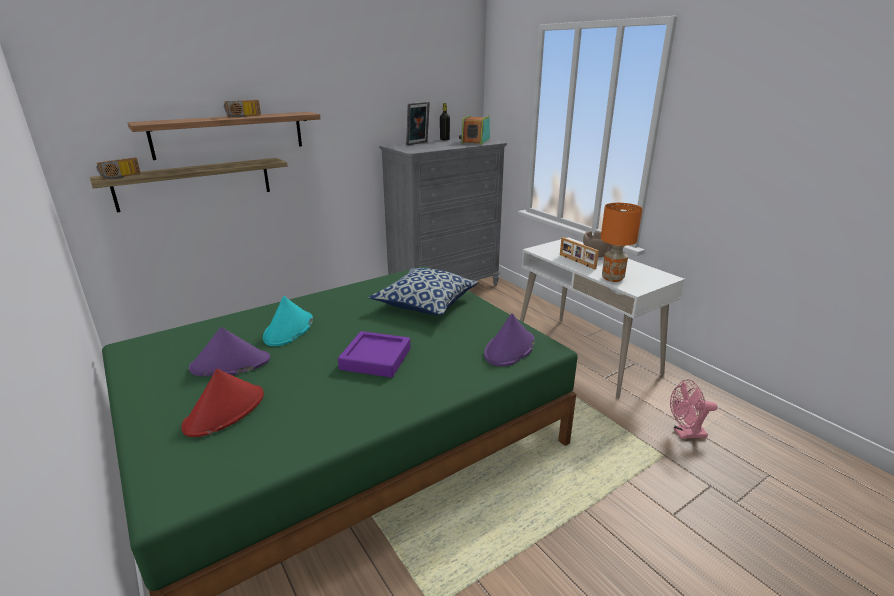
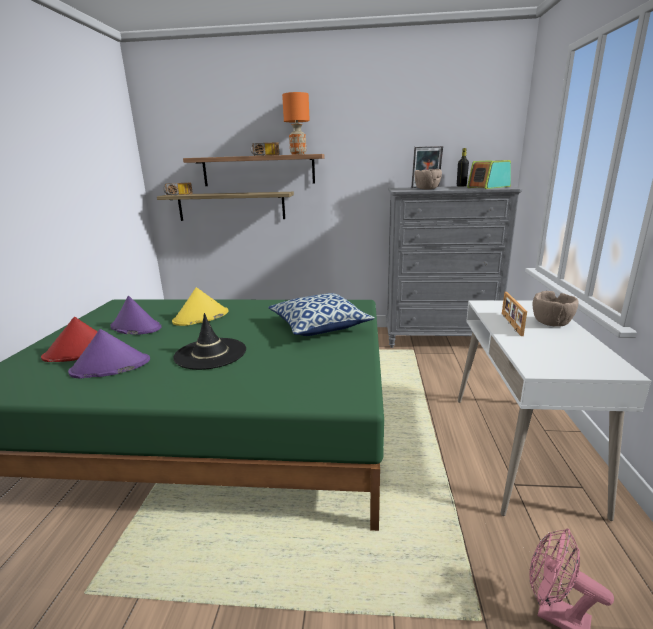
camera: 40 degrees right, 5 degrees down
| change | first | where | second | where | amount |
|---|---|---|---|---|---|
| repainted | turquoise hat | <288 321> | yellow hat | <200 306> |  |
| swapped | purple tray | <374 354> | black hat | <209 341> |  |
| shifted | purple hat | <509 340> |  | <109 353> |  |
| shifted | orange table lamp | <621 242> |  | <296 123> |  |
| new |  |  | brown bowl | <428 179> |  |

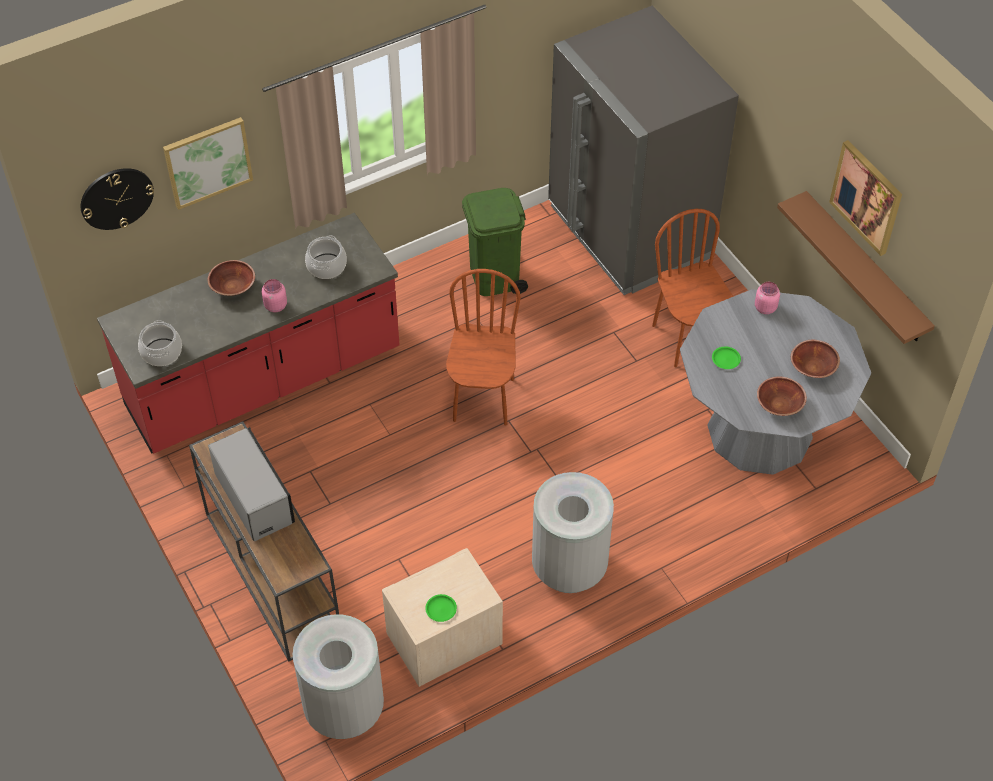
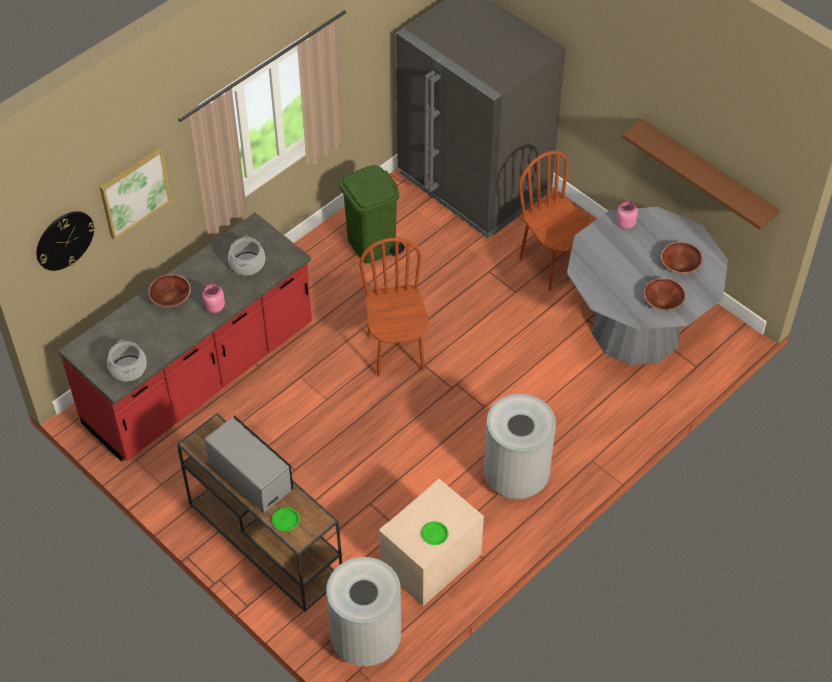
camera: 15 degrees left, 0 degrees up
| change | first | where | second | where | amount |
|---|---|---|---|---|---|
| shifted | green plate | <726 358> |  | <286 519> |  |
| gone | picture | <865 198> |  |  |  |

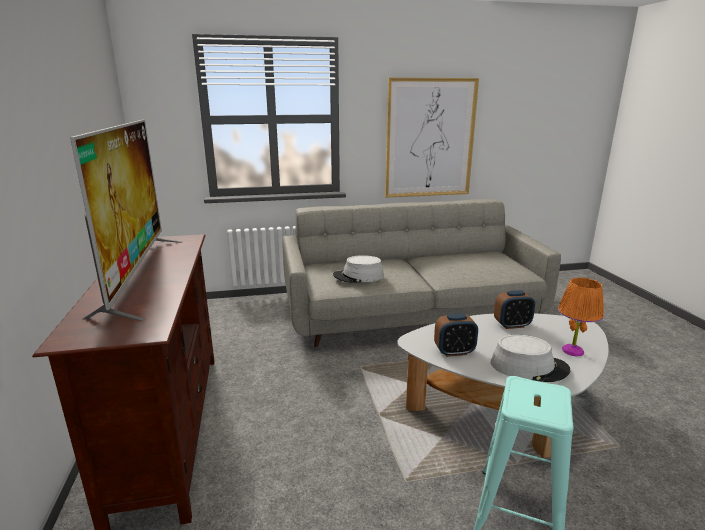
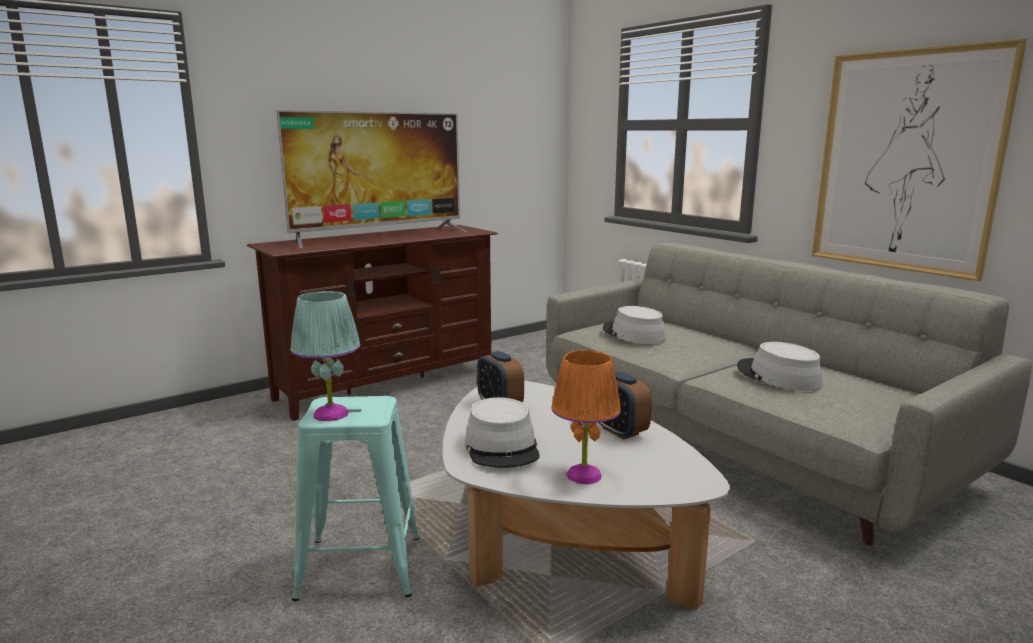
camera: 65 degrees right, 5 degrees down
| change | first | where | second | where | amount |
|---|---|---|---|---|---|
| new |  |  | turquoise table lamp | <325 356> |  |
| new |  |  | grey hat | <780 366> |  |

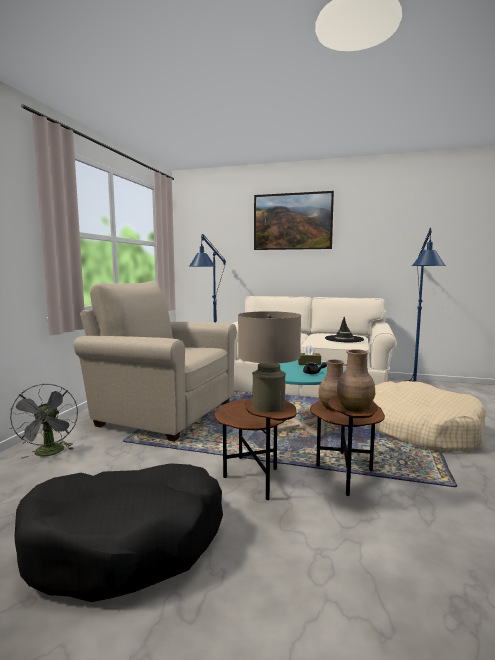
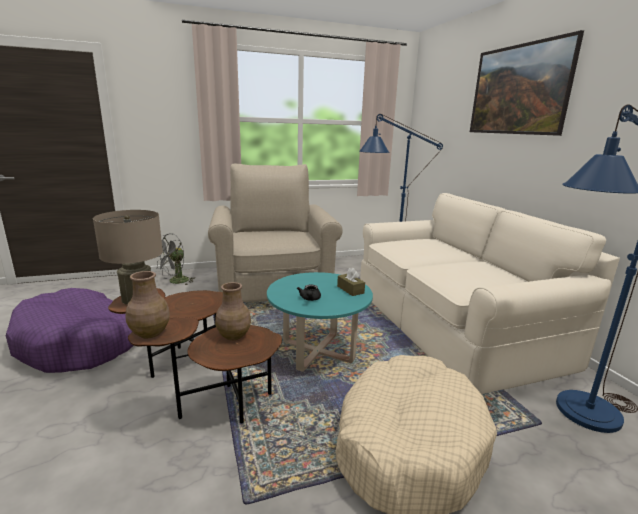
camera: 55 degrees right, 10 degrees up
| change | first | where | second | where | amount |
|---|---|---|---|---|---|
| repainted | black dog bed | <118 532> | purple dog bed | <70 330> |  |
| gone | black hat | <344 329> |  |  |  |

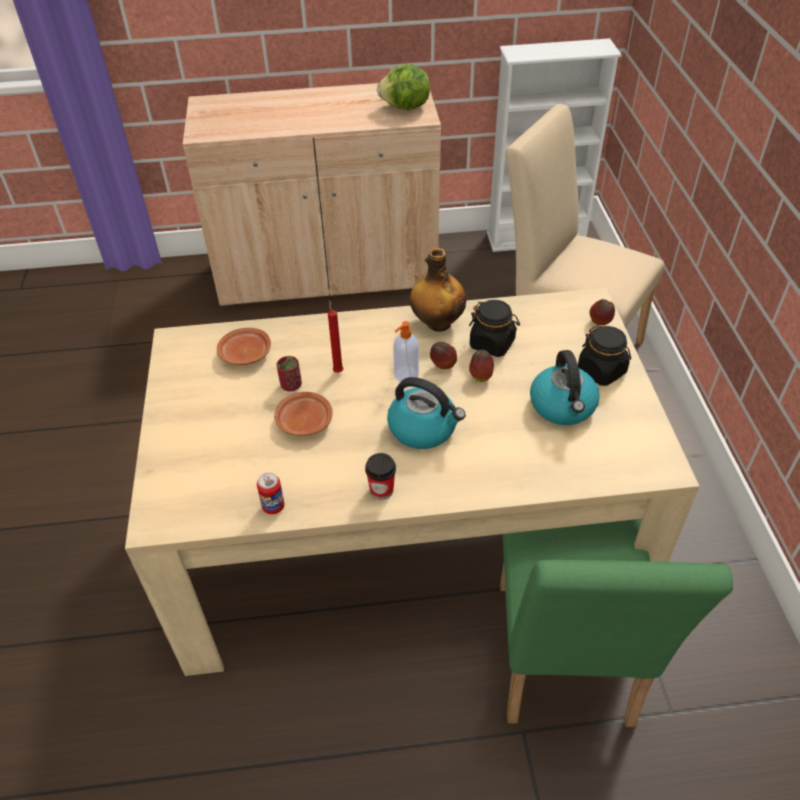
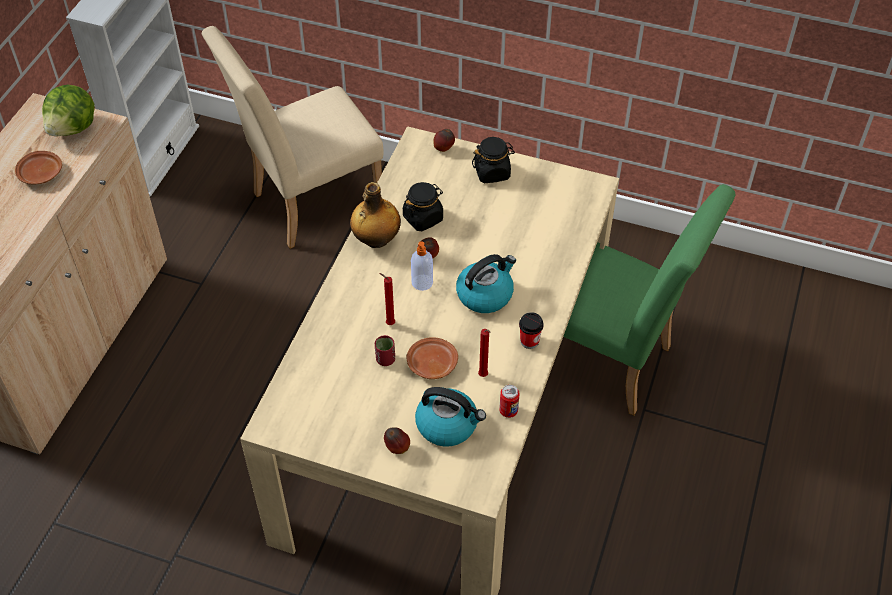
camera: 65 degrees left, 5 degrees up
| change | first | where | second | where | amount |
|---|---|---|---|---|---|
| shifted | brown plate | <244 346> |  | <38 168> |  |
| shifted | apple | <481 366> |  | <397 440> |  |
| shifted | kettle | <565 387> |  | <450 417> |  |
| new |  |  | red candle | <484 353> |  |

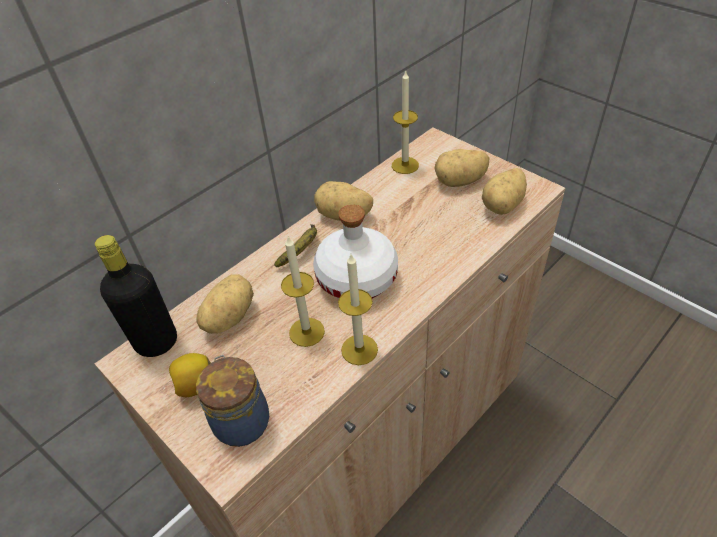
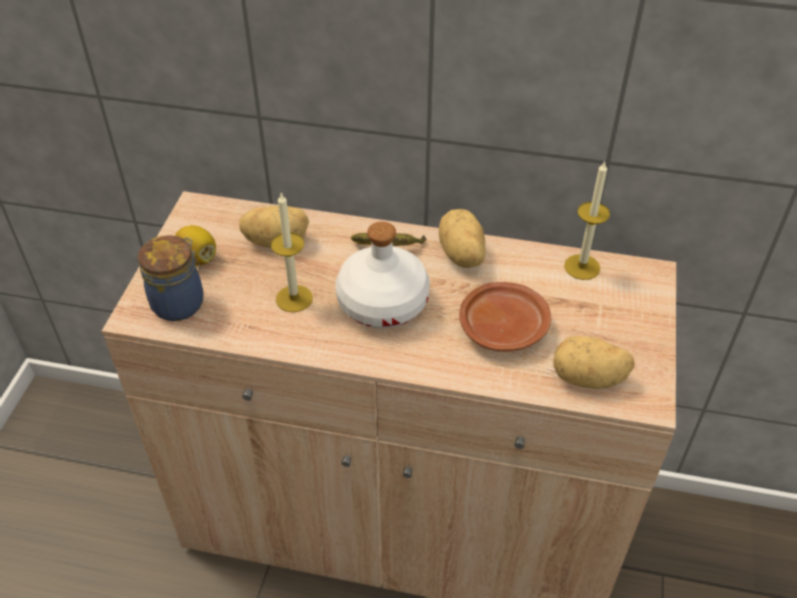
camera: 55 degrees right, 0 degrees up
| change | first | where | second | where | amount |
|---|---|---|---|---|---|
| gone | black bottle | <136 296> |  |  |  |
| gone | candle | <358 309> |  |  |  |
| gone | potato | <461 168> |  |  |  |
| new |  |  | brown plate | <505 316> |  |

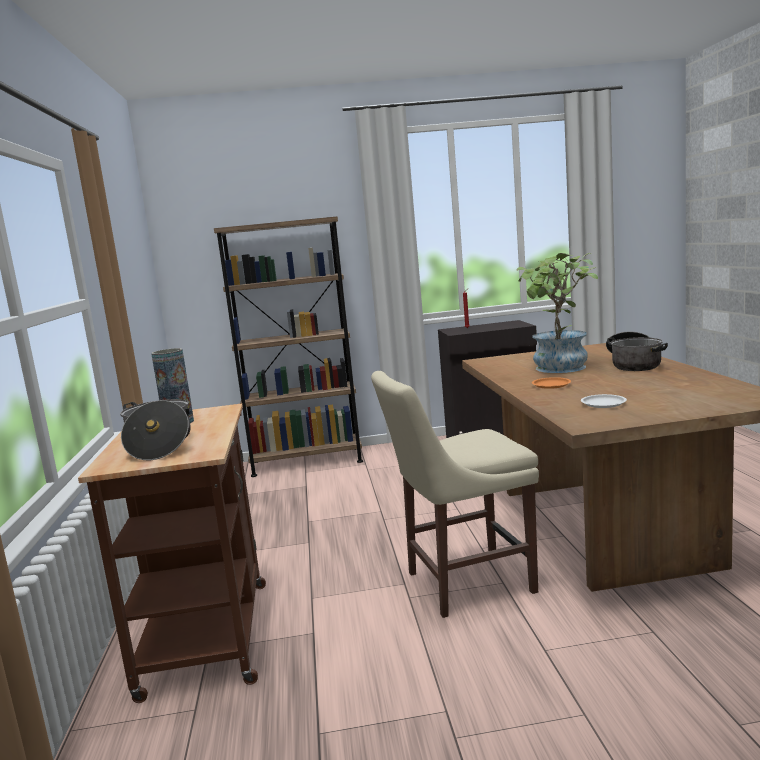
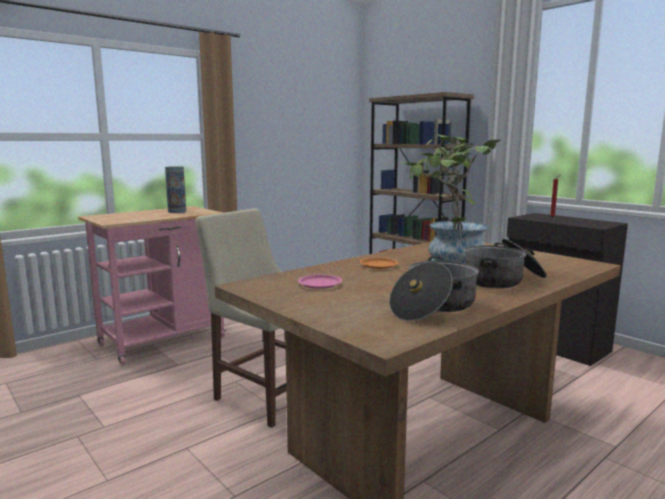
camera: 55 degrees right, 0 degrees up
| change | first | where | second | where | amount |
|---|---|---|---|---|---|
| repainted | brown cart | <172 553> | pink cart | <152 285> |  |
| shifted | cooking pot | <155 429> |  | <434 289> |  |
| repainted | white plate | <604 401> | pink plate | <320 281> |  |

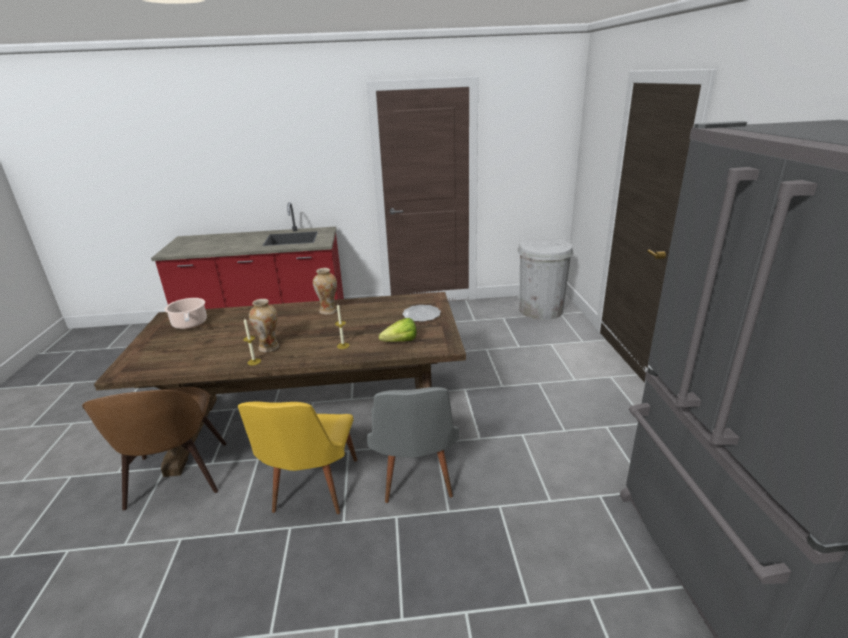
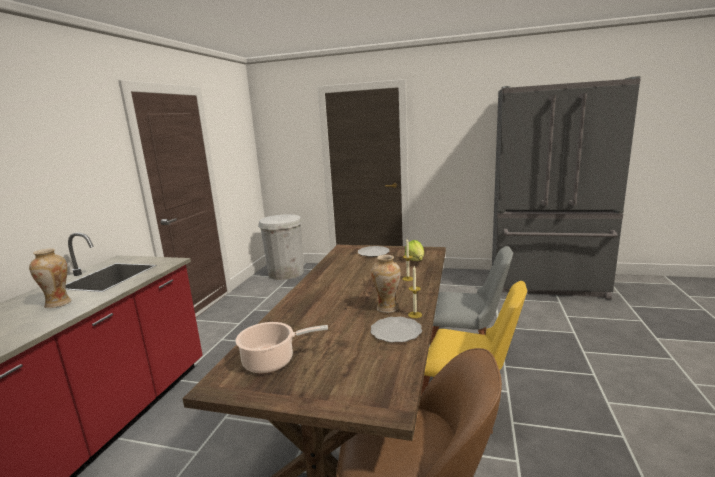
camera: 70 degrees left, 10 degrees down
| change | first | where | second | where | amount |
|---|---|---|---|---|---|
| shifted | vase | <325 291> |  | <50 278> |  |
| new |  |  | plate | <396 330> |  |

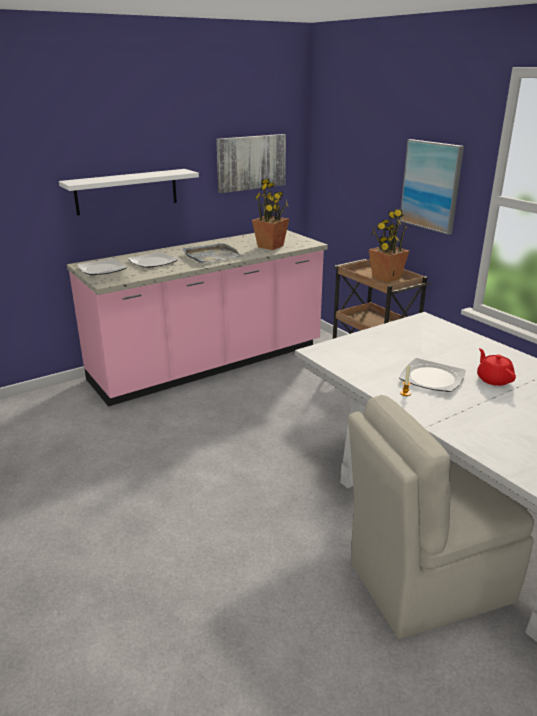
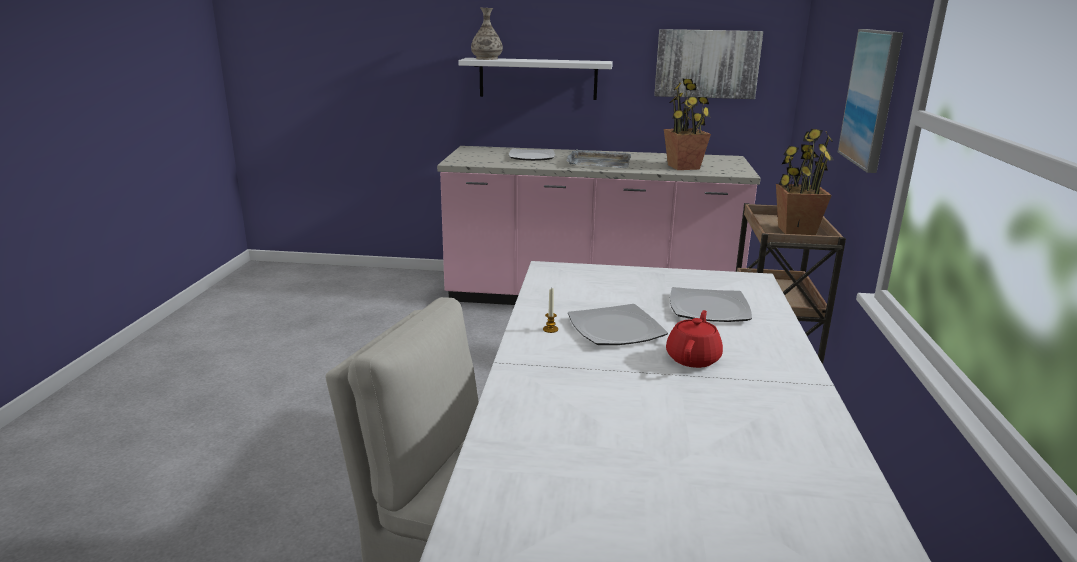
camera: 40 degrees right, 5 degrees down
| change | first | where | second | where | amount |
|---|---|---|---|---|---|
| shifted | plate | <102 266> |  | <711 304> |  |
| new |  |  | vase | <487 34> |  |

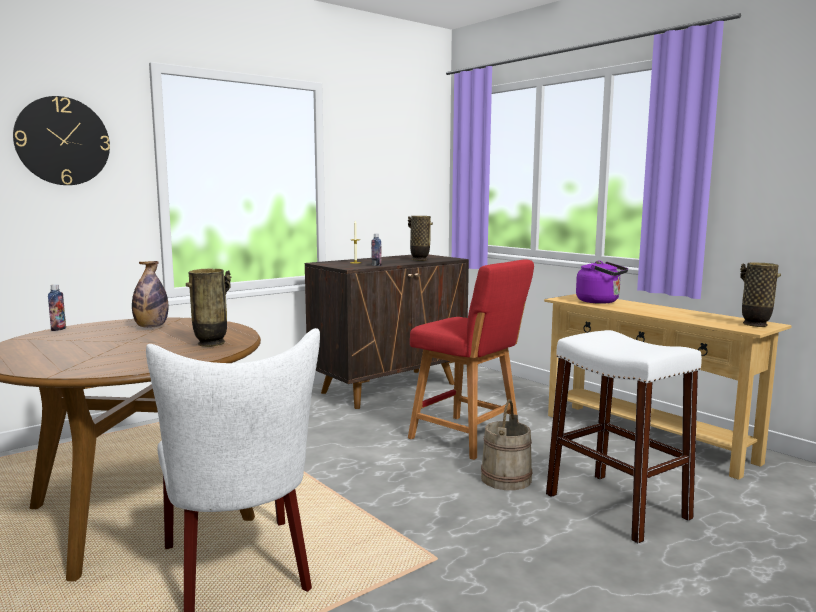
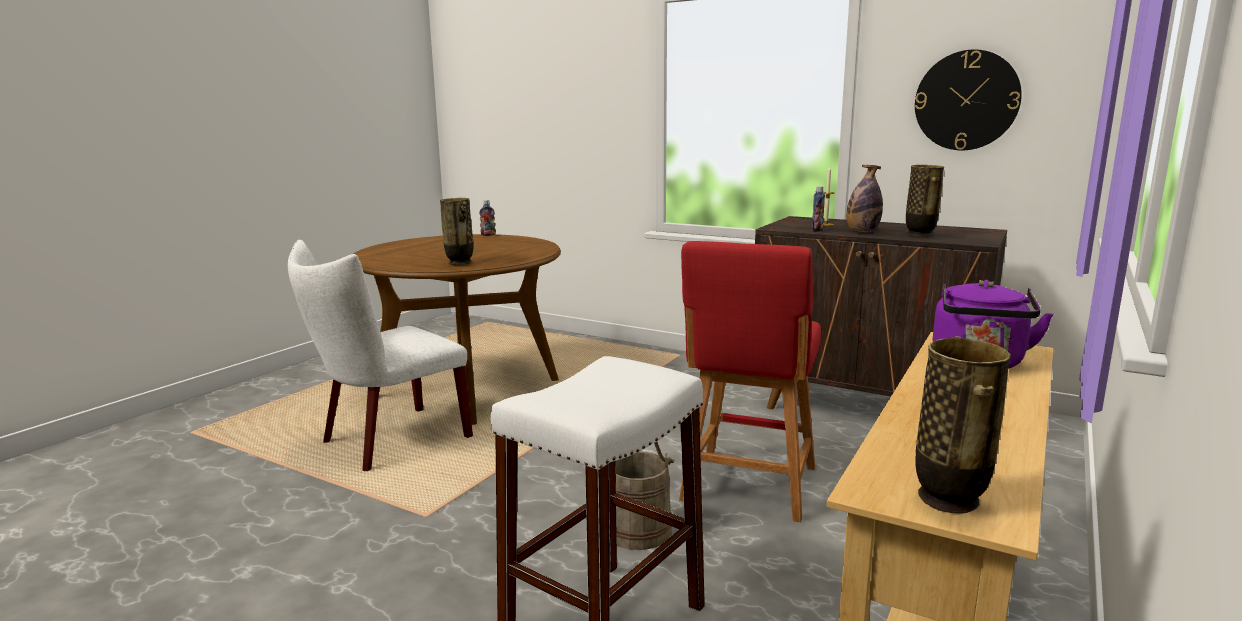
camera: 70 degrees right, 5 degrees up
| change | first | where | second | where | amount |
|---|---|---|---|---|---|
| shifted | wall clock | <61 140> |  | <968 100> |  |
| shifted | bottle | <150 294> |  | <864 198> |  |

